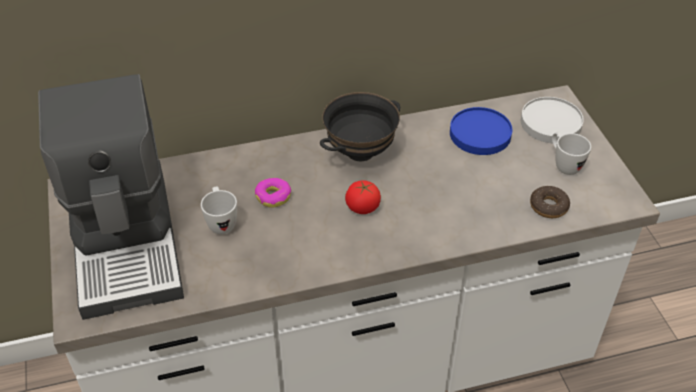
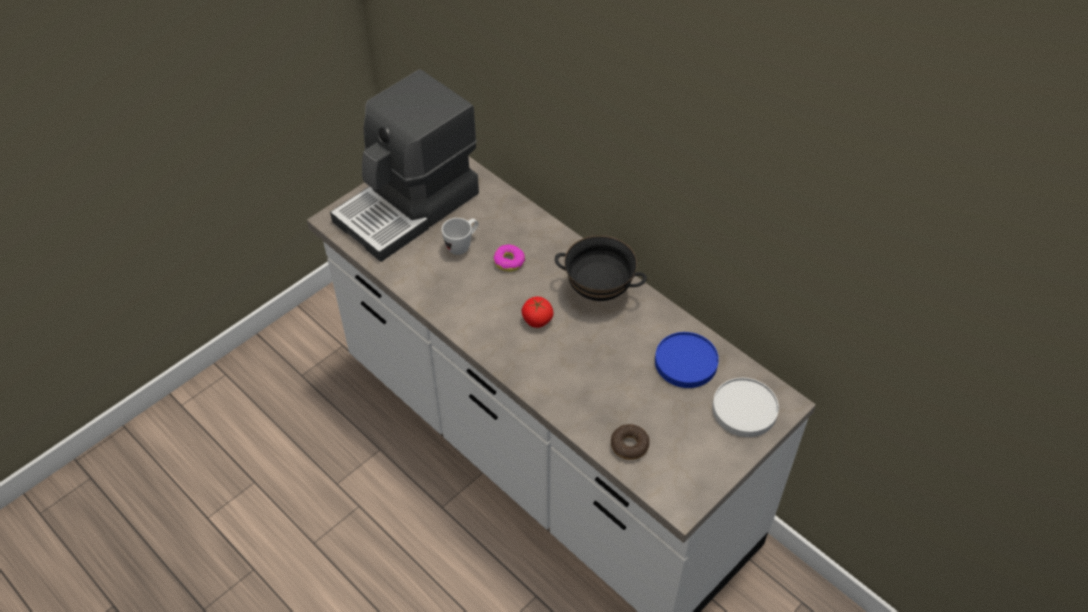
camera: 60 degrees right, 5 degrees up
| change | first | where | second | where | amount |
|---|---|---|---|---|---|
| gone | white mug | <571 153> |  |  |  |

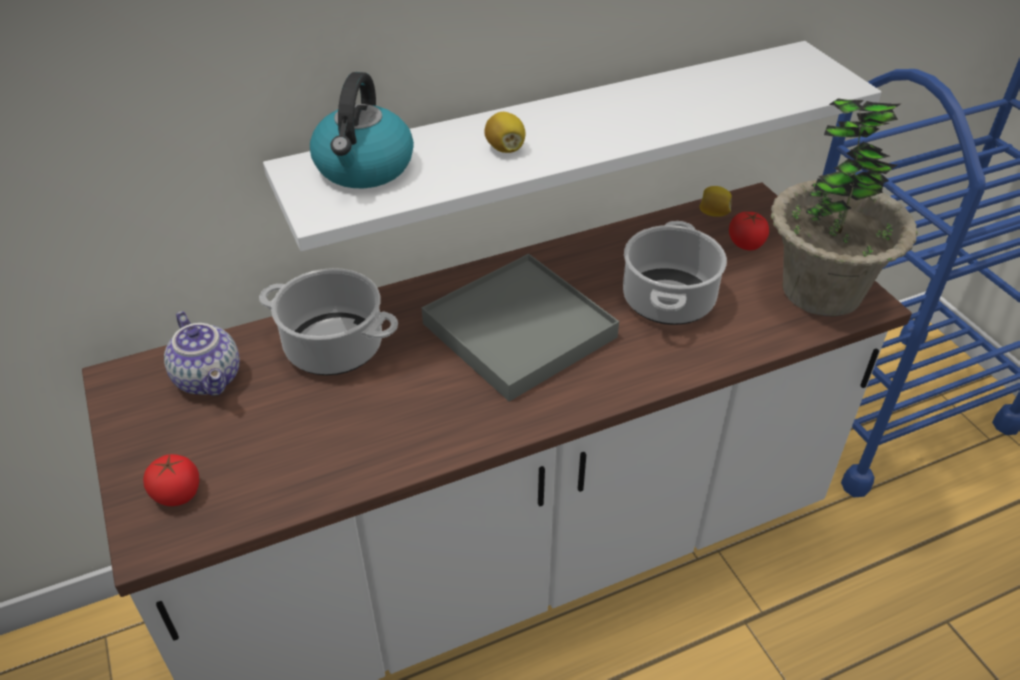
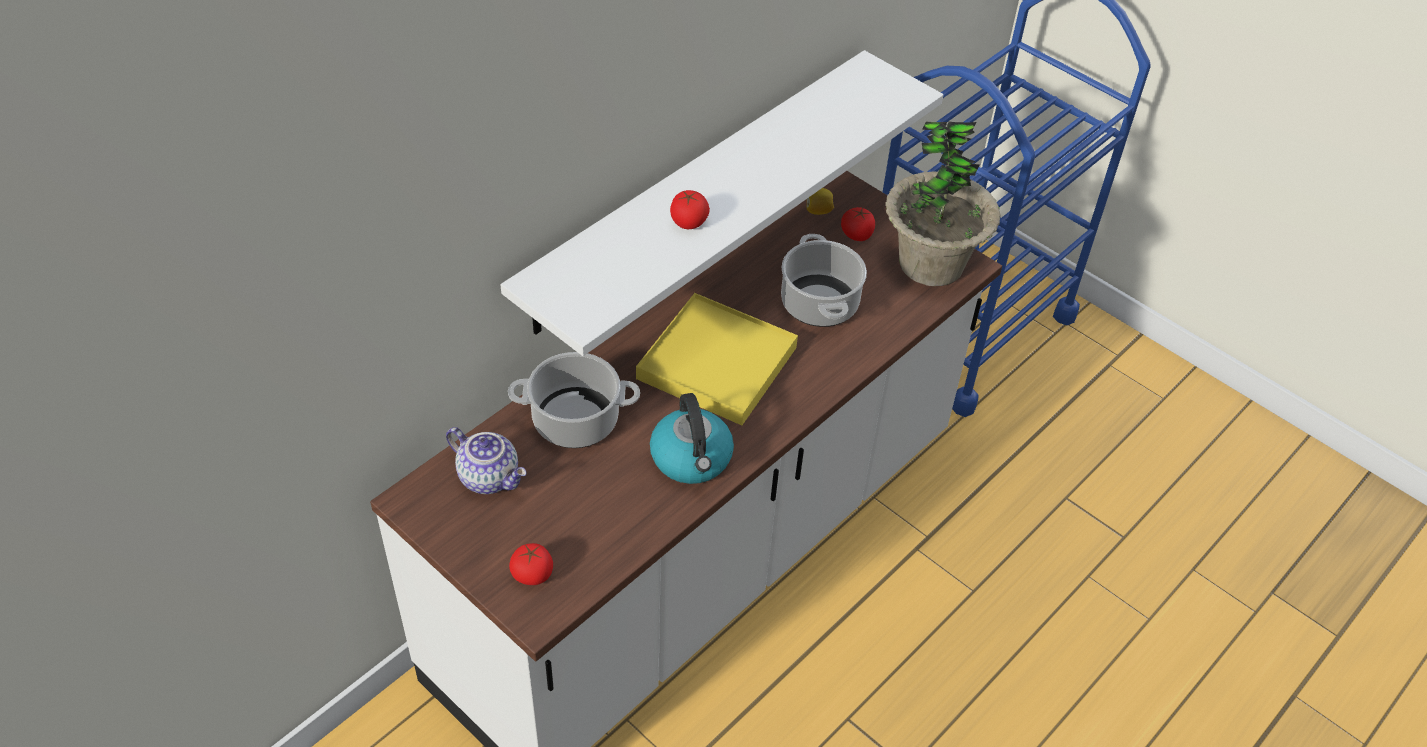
camera: 25 degrees left, 5 degrees up
| change | first | where | second | where | amount |
|---|---|---|---|---|---|
| shifted | kettle | <362 130> |  | <692 438> |  |
| repainted | grey tray | <520 328> | yellow tray | <717 359> |  |
| swapped | lemon | <504 132> | tomato | <690 209> |  |

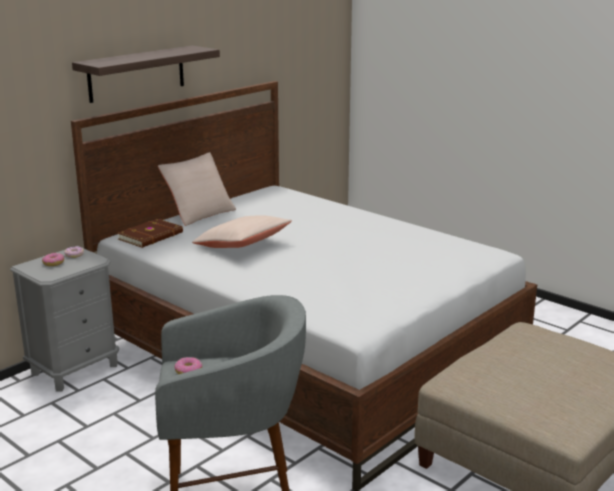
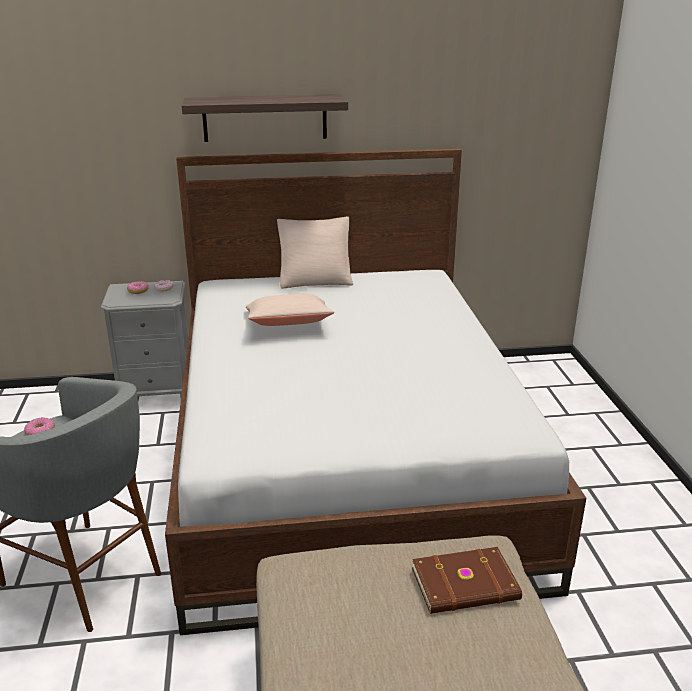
camera: 40 degrees right, 5 degrees up
| change | first | where | second | where | amount |
|---|---|---|---|---|---|
| shifted | brown book | <150 233> |  | <467 580> |  |

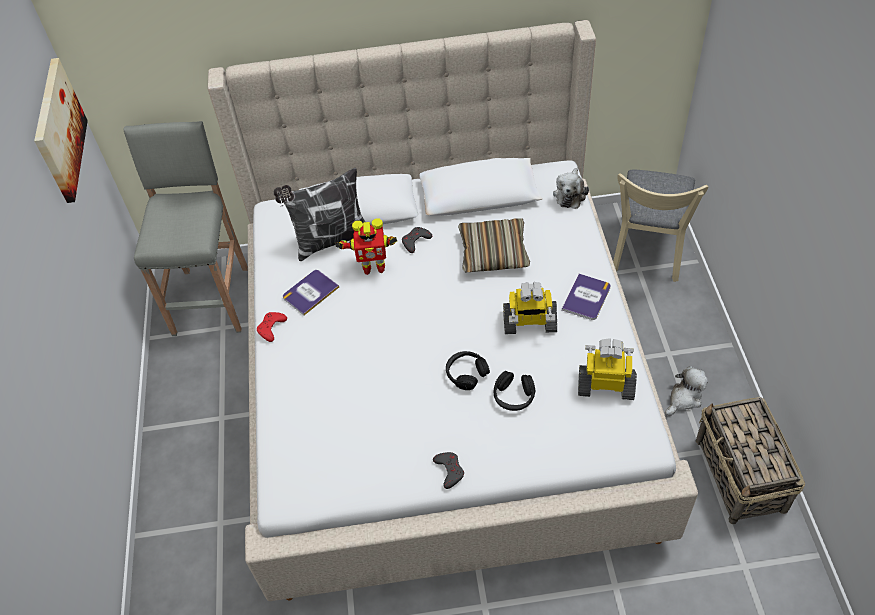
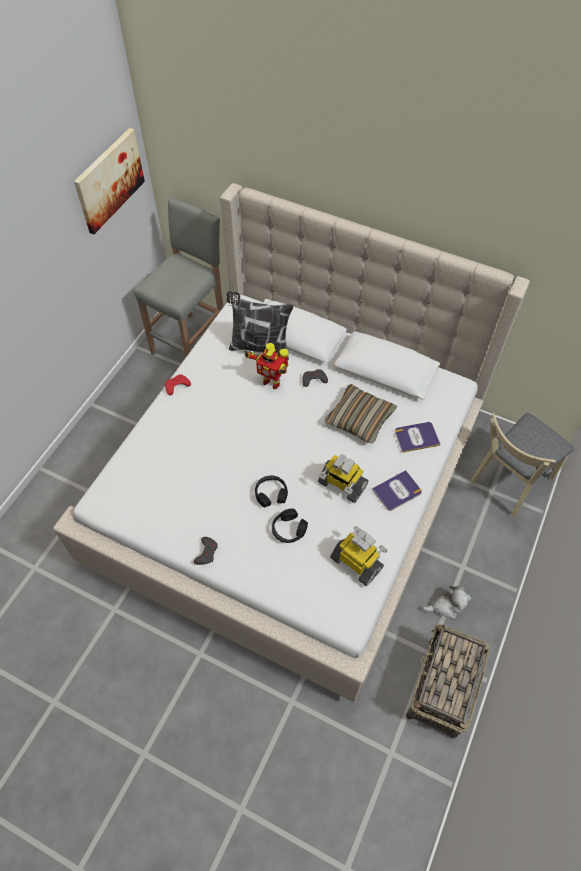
camera: 30 degrees right, 5 degrees up
| change | first | where | second | where | amount |
|---|---|---|---|---|---|
| shifted | book | <311 292> |  | <417 437> |  |
| gone | plush toy | <571 188> |  |  |  |

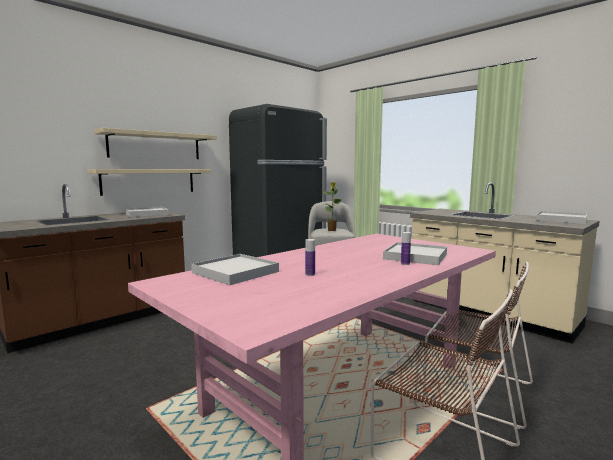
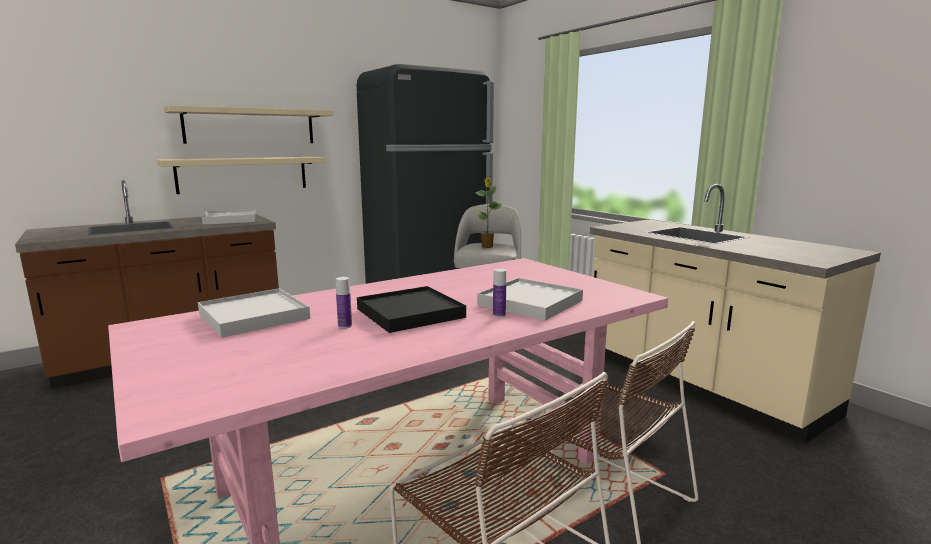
camera: 10 degrees right, 5 degrees up
| change | first | where | second | where | amount |
|---|---|---|---|---|---|
| gone | white tray | <561 217> |  |  |  |
| new |  |  | black tray | <411 309> |  |

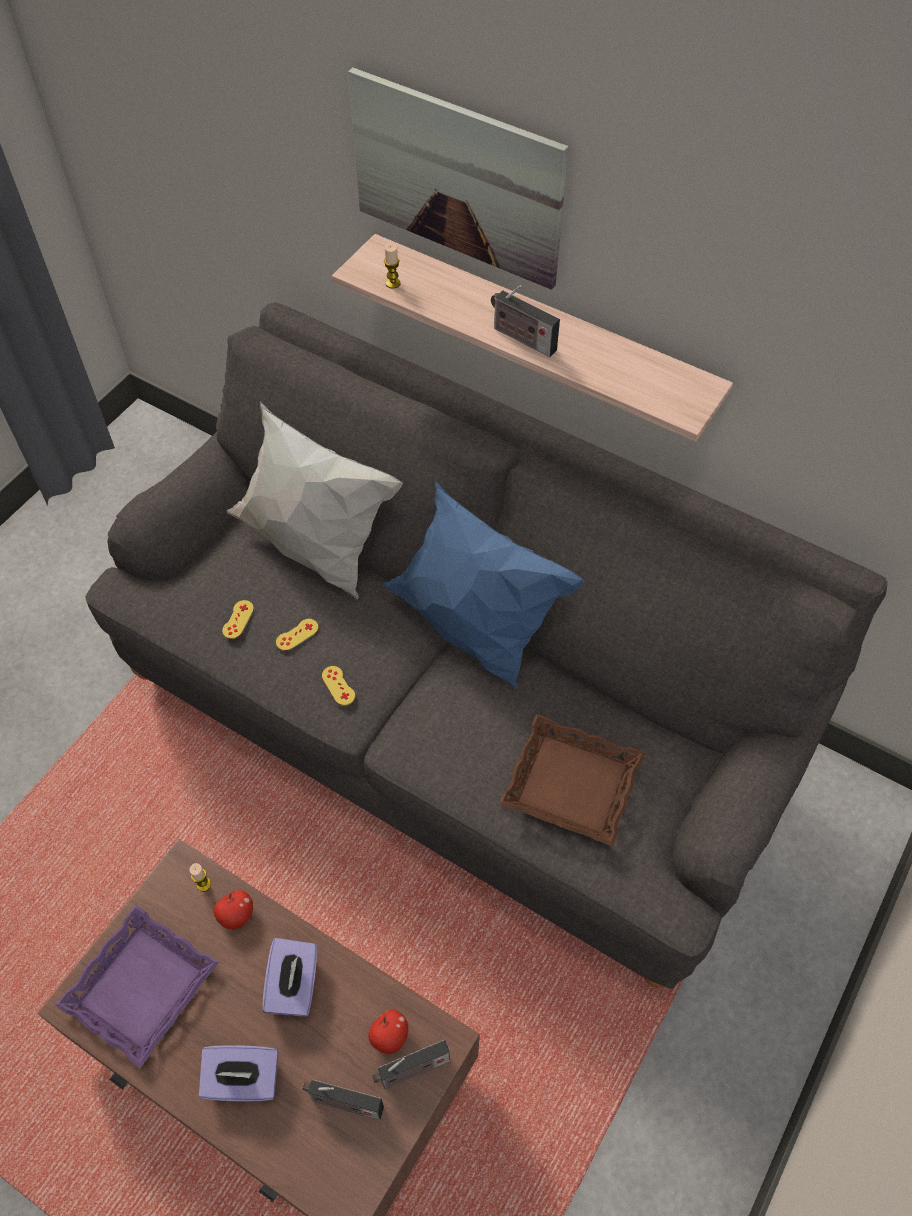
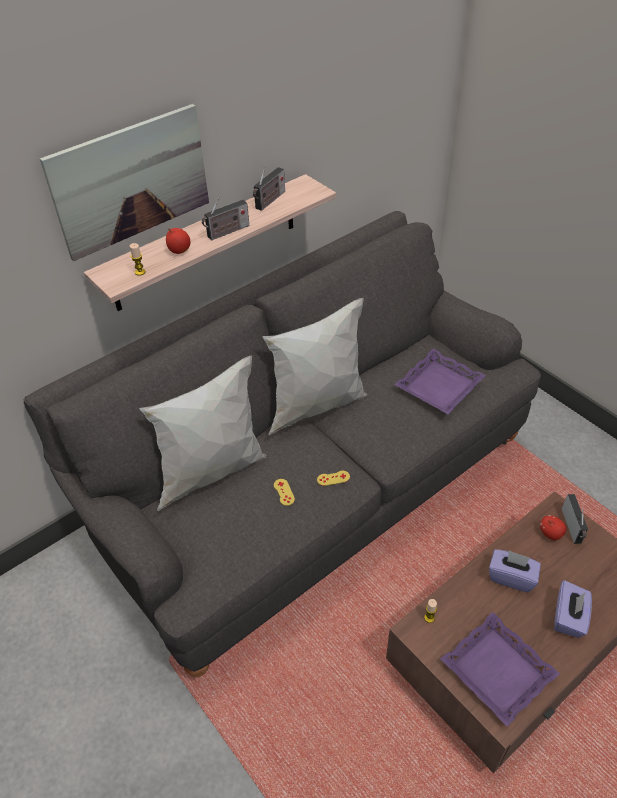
camera: 70 degrees left, 10 degrees down
| change | first | where | second | where | amount |
|---|---|---|---|---|---|
| shifted | apple | <233 909> |  | <178 241> |  |
| gone | yellow game controller | <238 619> |  |  |  |
| shifted | radio | <343 1099> |  | <269 189> |  |
| repainted | blue pillow | <484 584> | white pillow | <314 366> |  |
| repainted | brown tray | <572 780> | purple tray | <440 381> |  |

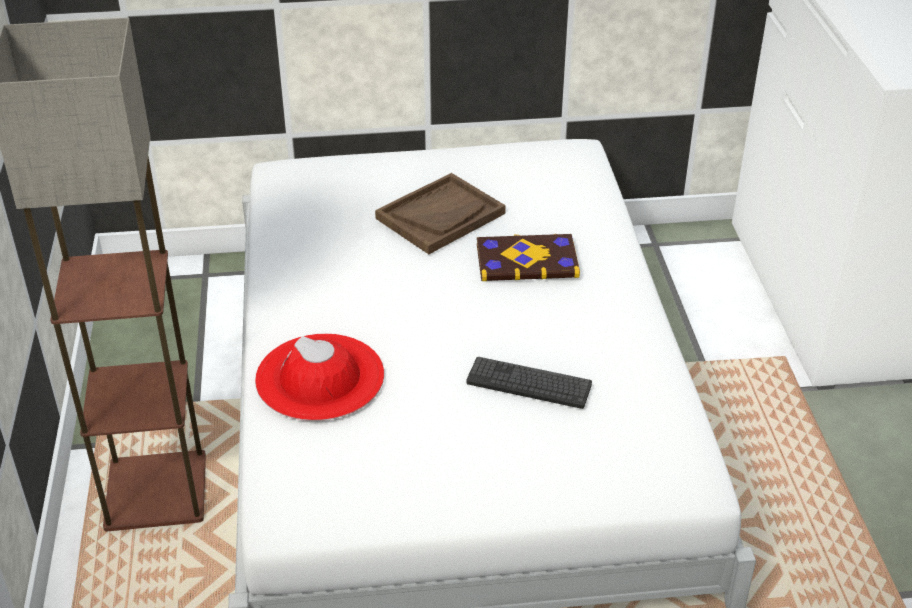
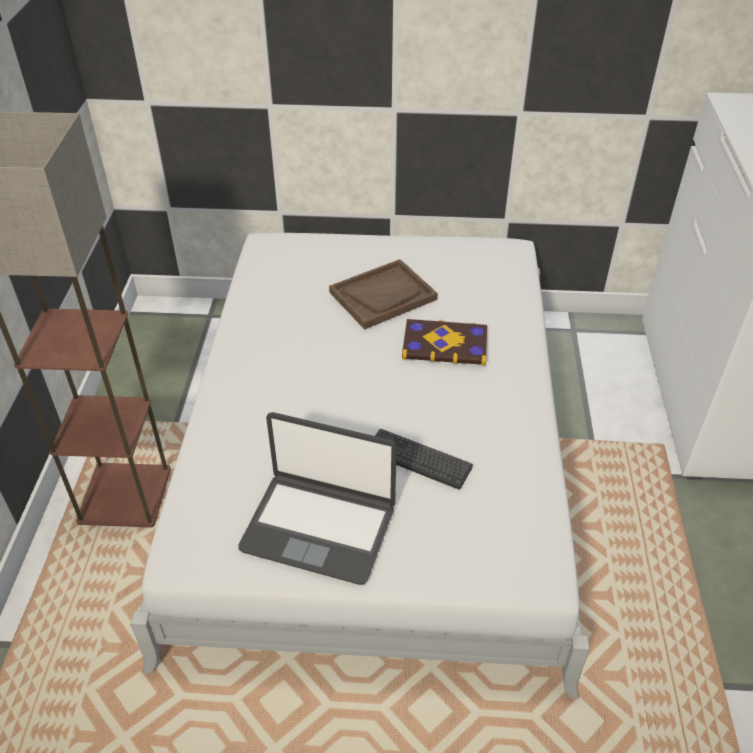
camera: 10 degrees right, 5 degrees up
| change | first | where | second | where | amount |
|---|---|---|---|---|---|
| gone | red hat | <319 377> |  |  |  |
| new |  |  | laptop | <317 498> |  |

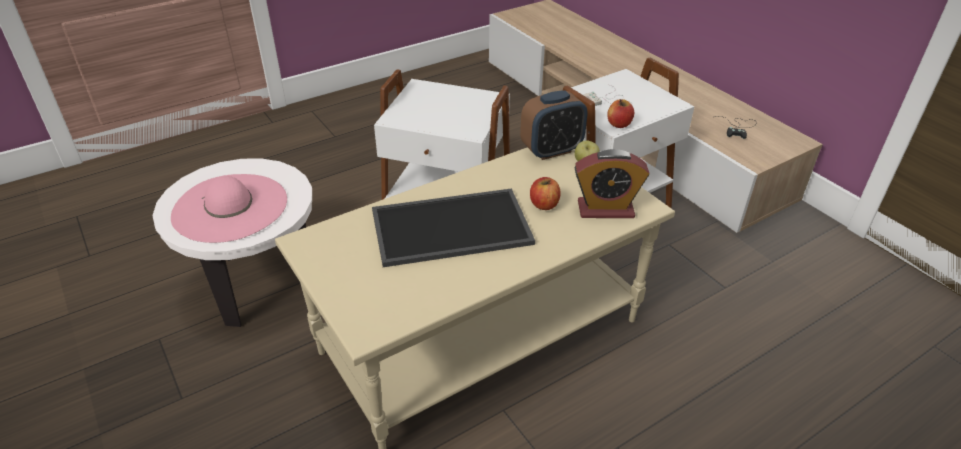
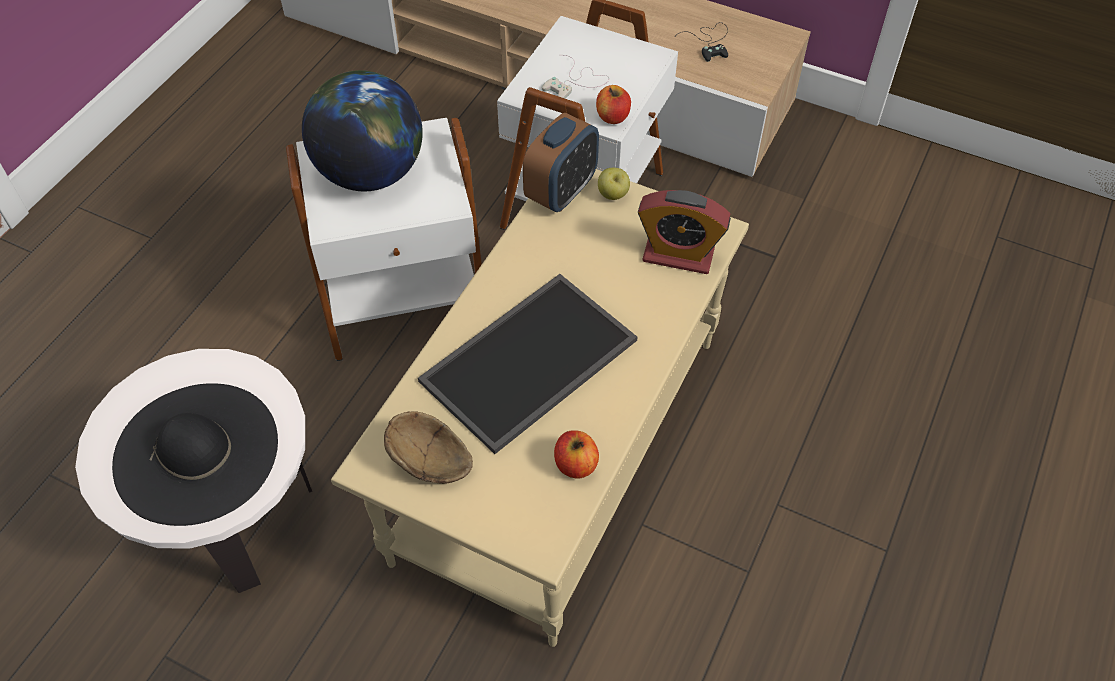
camera: 30 degrees left, 15 degrees up
| change | first | where | second | where | amount |
|---|---|---|---|---|---|
| repainted | pink hat | <229 208> | black hat | <195 454> |  |
| shifted | apple | <545 193> |  | <576 454> |  |
| rotated | alarm clock | <612 183> |  | <684 232> | 45 degrees clockwise |
| new |  |  | globe | <362 130> |  |
| new |  |  | brown bowl | <428 447> |  |

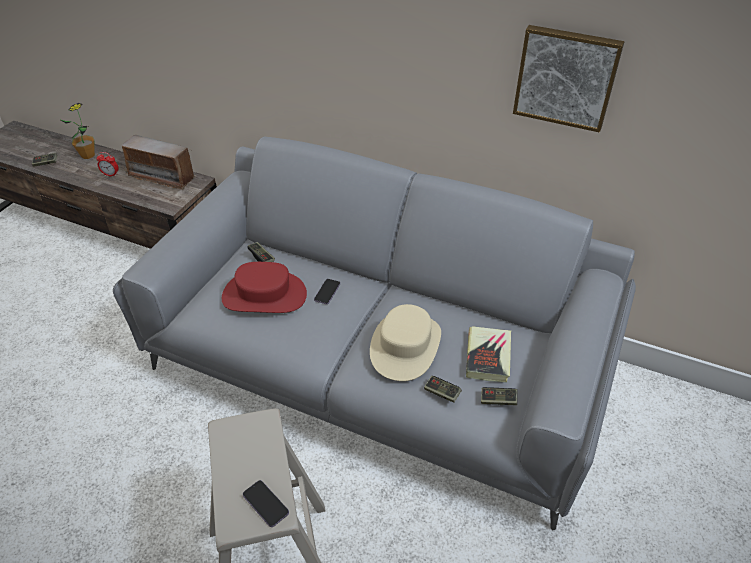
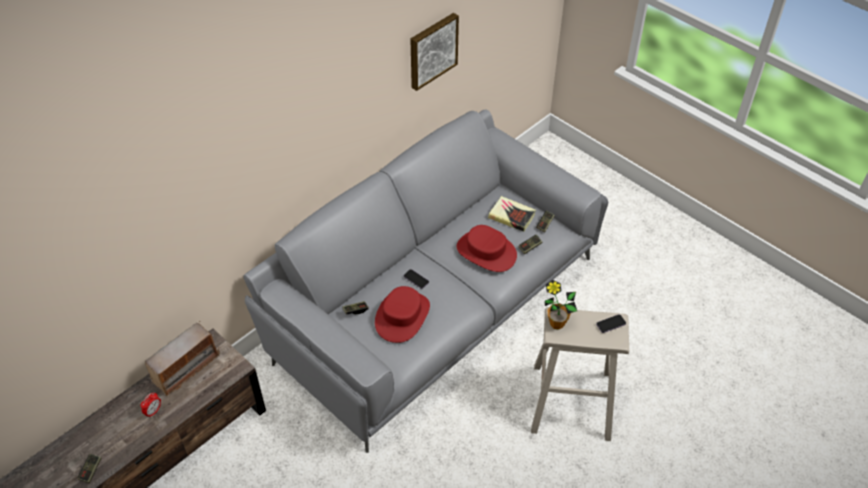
camera: 70 degrees left, 5 degrees up
| change | first | where | second | where | amount |
|---|---|---|---|---|---|
| shifted | potted plant | <77 131> |  | <561 305> |  |
| repainted | beige hat | <405 342> | red hat | <487 248> |  |

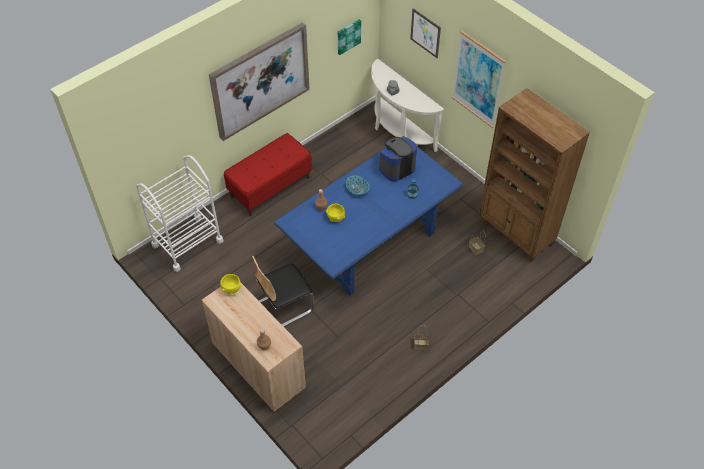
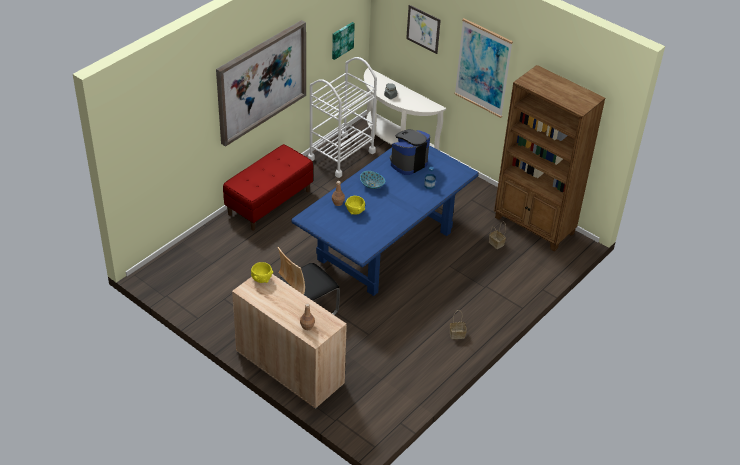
camera: 10 degrees left, 10 degrees down
| change | first | where | second | where | amount |
|---|---|---|---|---|---|
| shifted | white cart | <180 213> |  | <342 117> |  |

